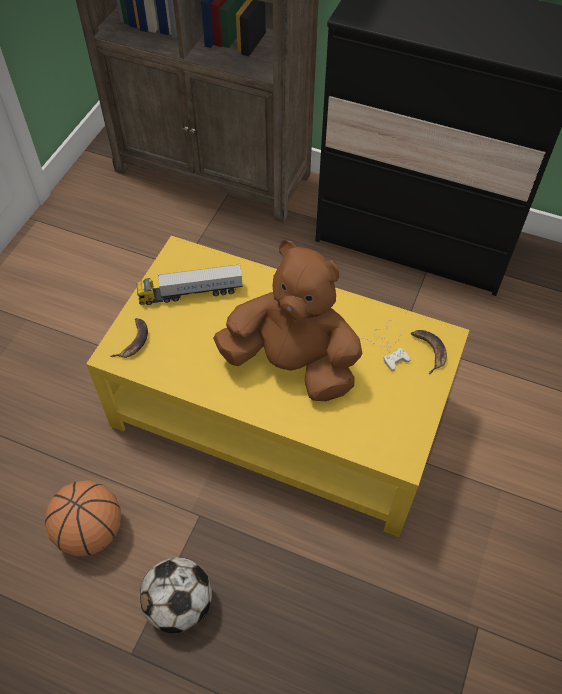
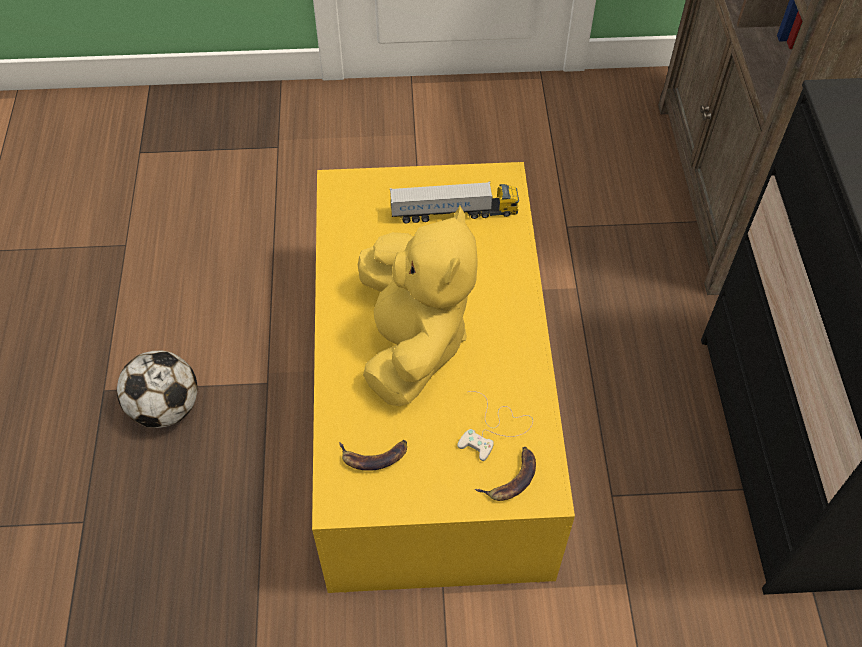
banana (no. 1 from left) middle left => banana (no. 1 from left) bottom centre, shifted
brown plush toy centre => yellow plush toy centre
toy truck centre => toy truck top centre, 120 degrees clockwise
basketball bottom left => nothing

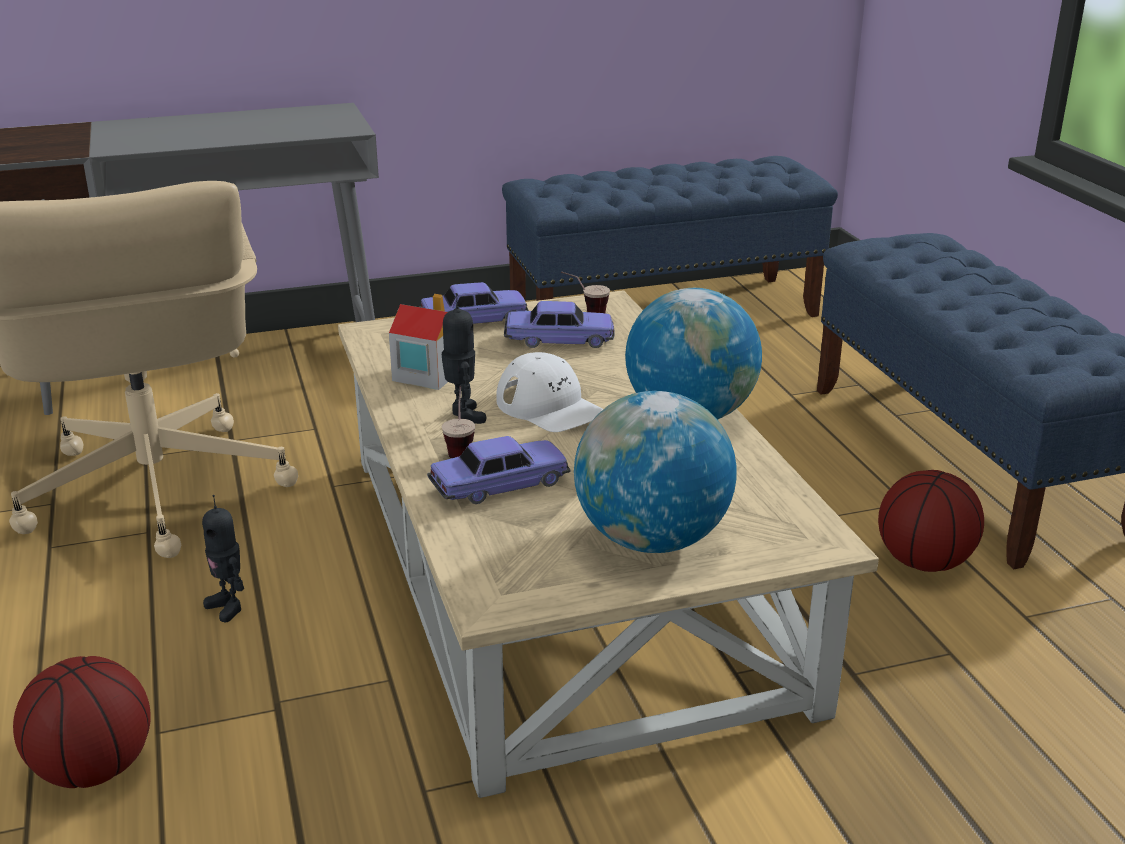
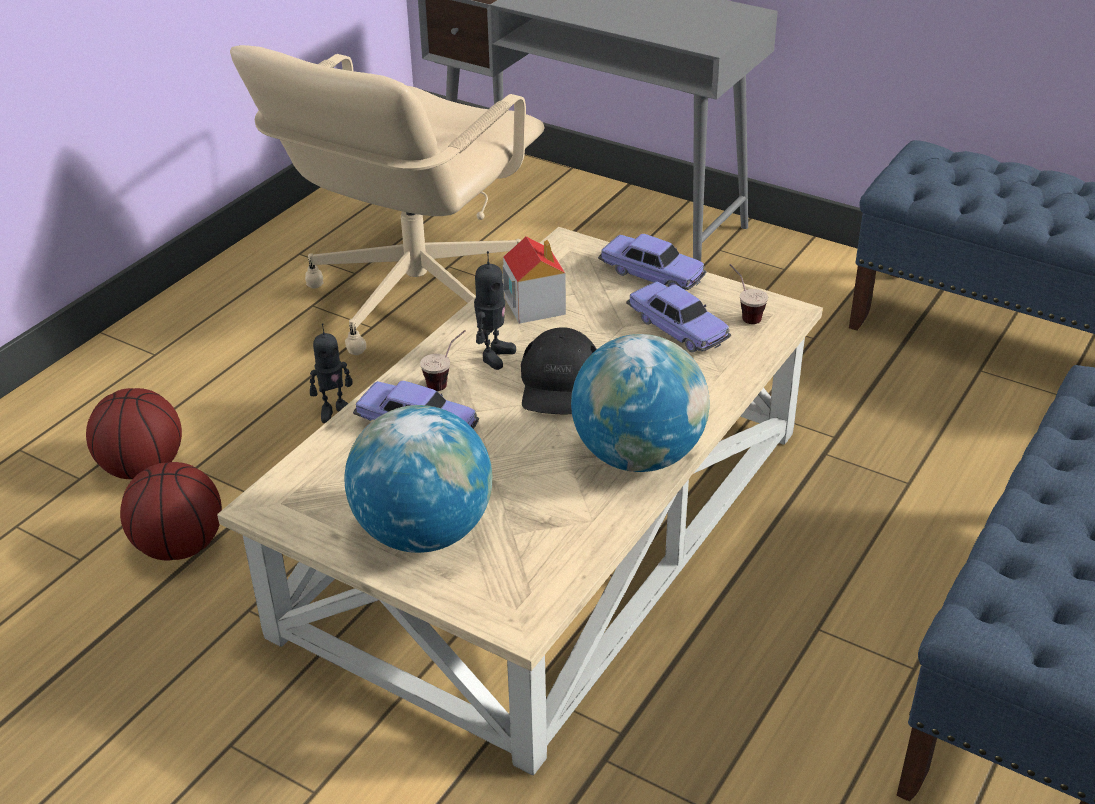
basketball (no. 2 from left) middle right => basketball (no. 2 from left) middle left, shifted
toy robot (no. 1 from left) middle left, 120 degrees counterclockwise
white cap centre => black cap centre

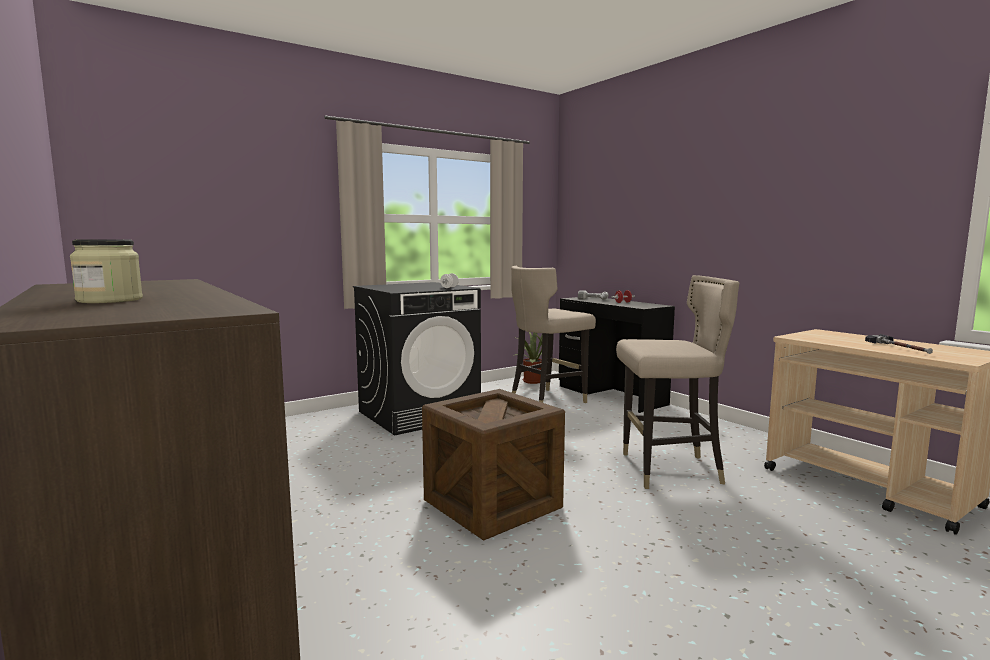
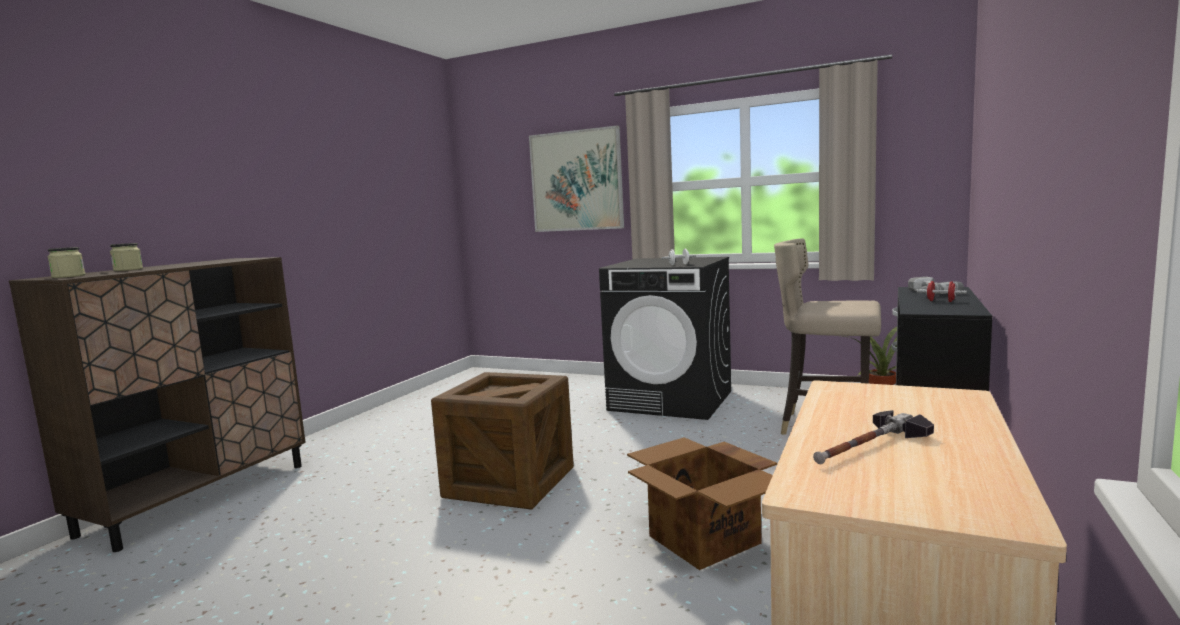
nothing => jar (no. 1 from left) middle left
nothing => picture top centre
beige stool (no. 2 from left) middle right => cardboard box bottom centre

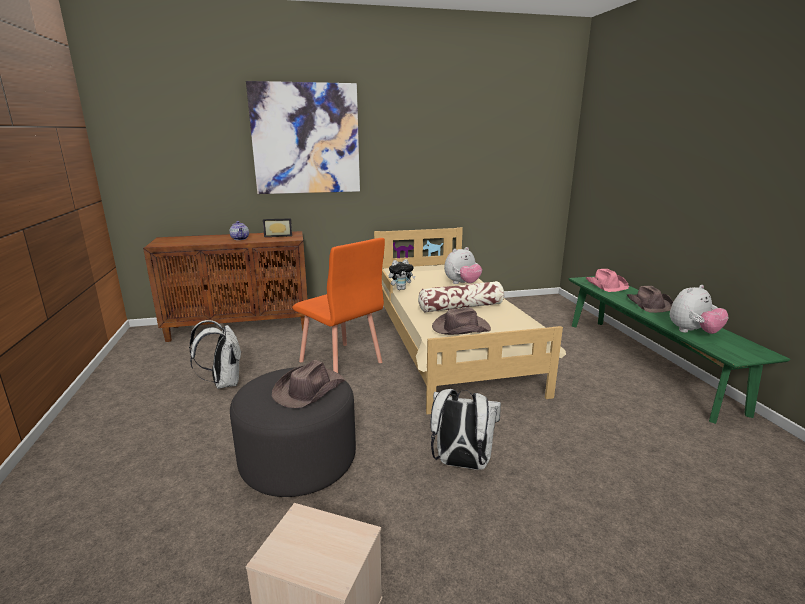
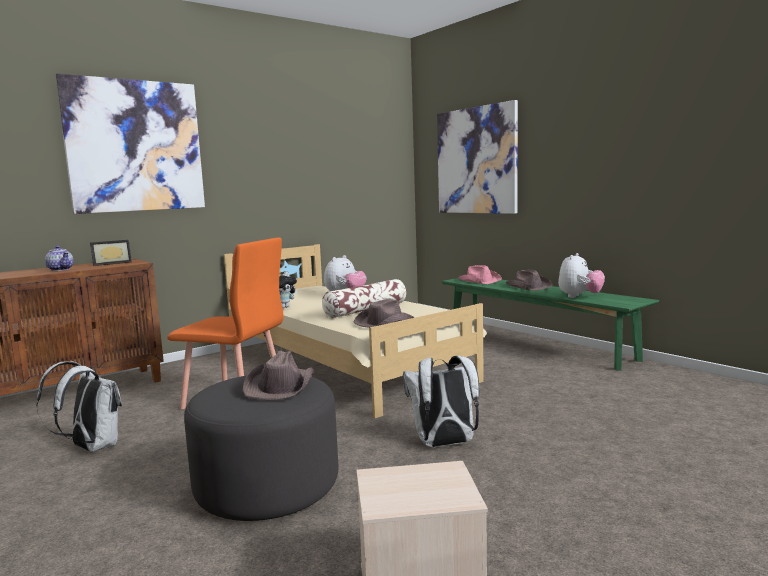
nothing => picture (no. 2 from left) top centre

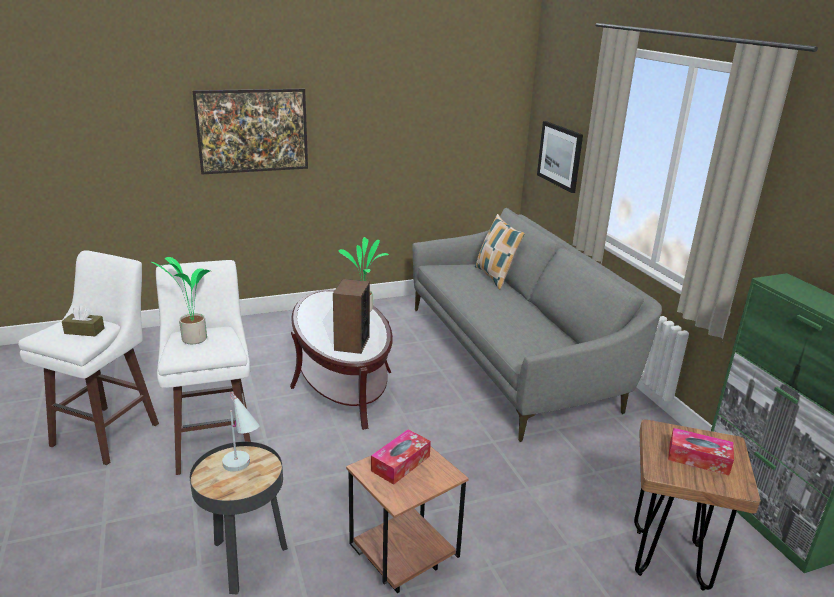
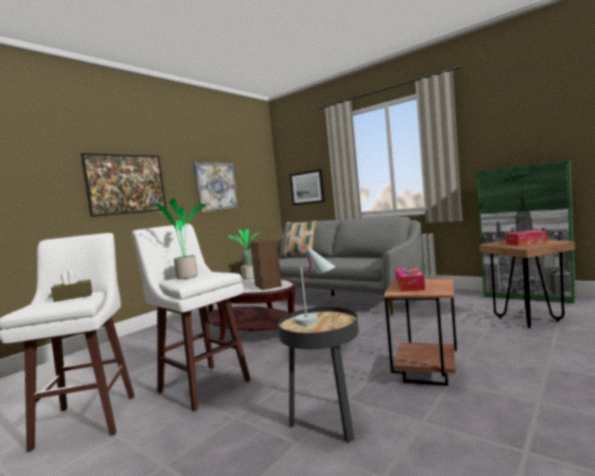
nothing => picture (no. 2 from left) centre

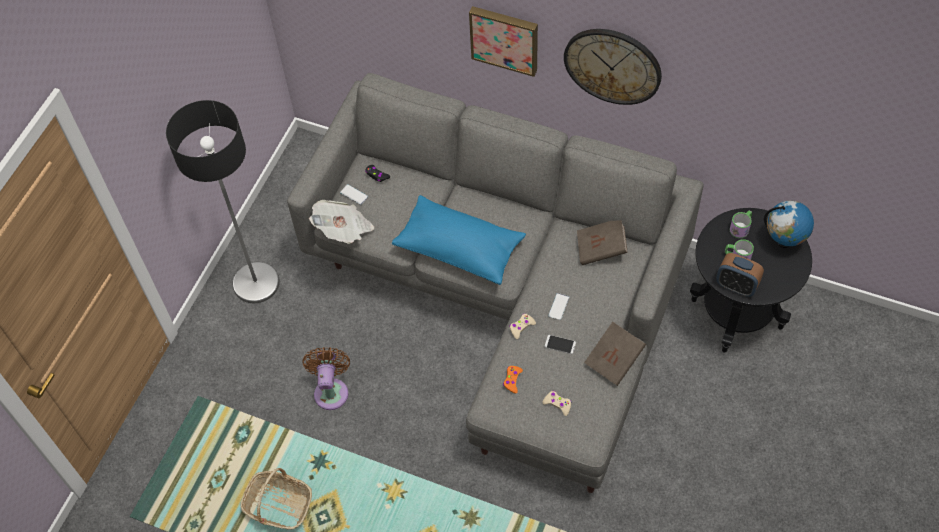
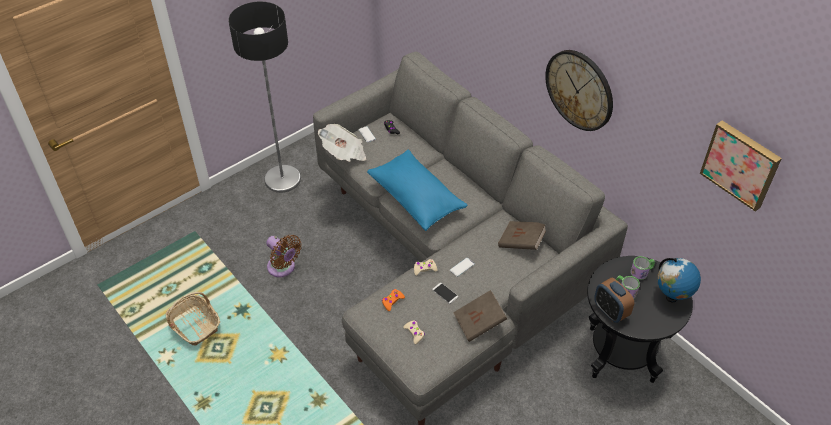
brown fan bottom centre => brown fan centre, 105 degrees clockwise
picture top centre => picture middle right, shifted

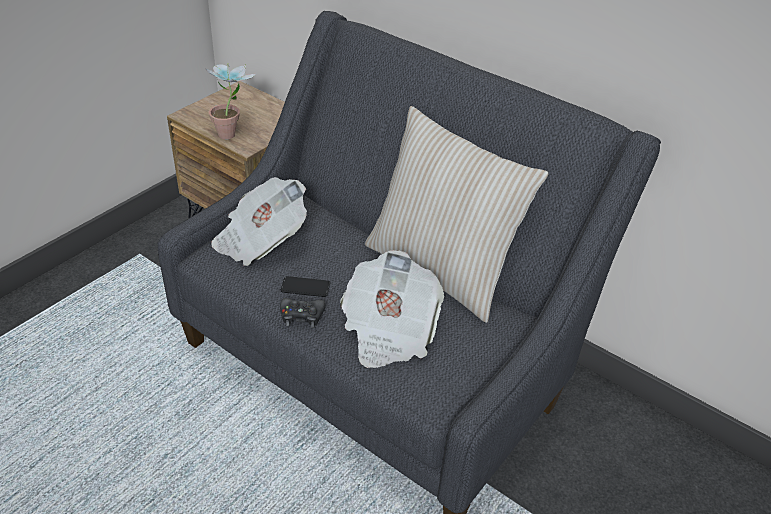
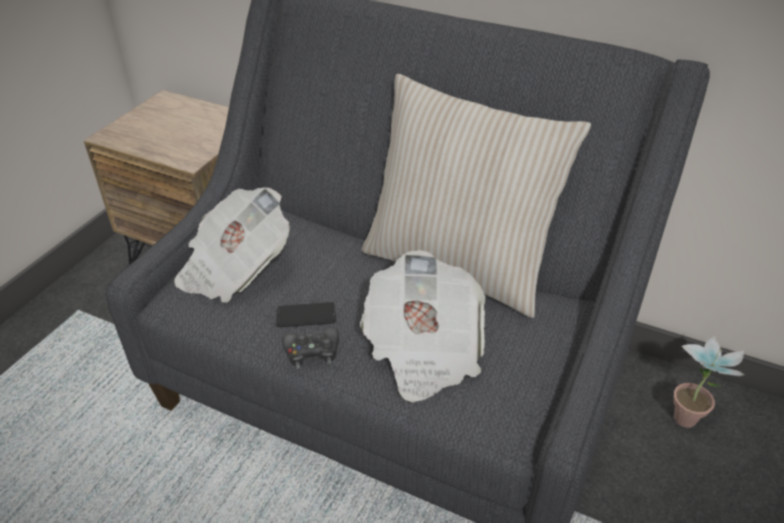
potted plant top left => potted plant bottom right, shifted

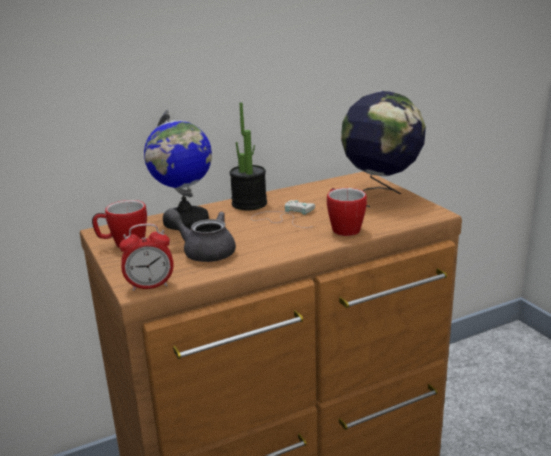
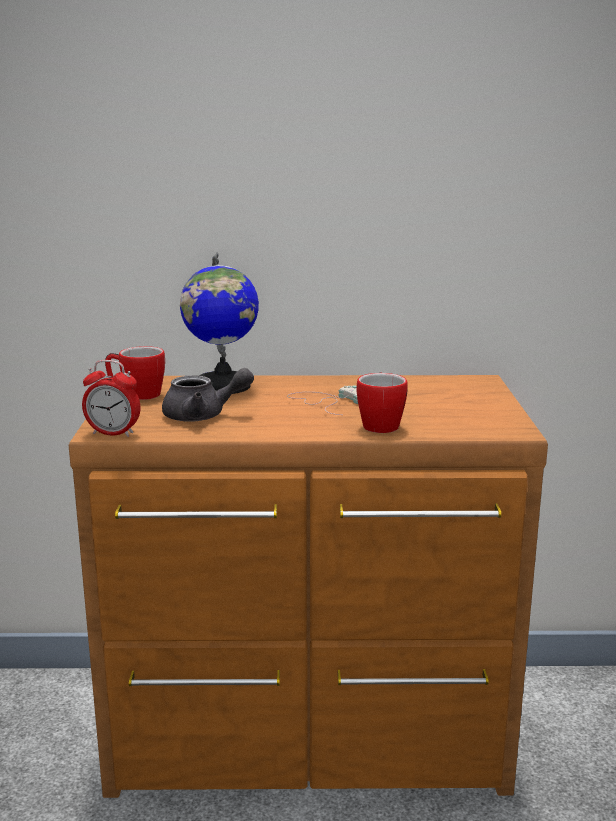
grey teapot centre, 120 degrees clockwise
potted plant centre => nothing
globe (no. 2 from left) top right => nothing

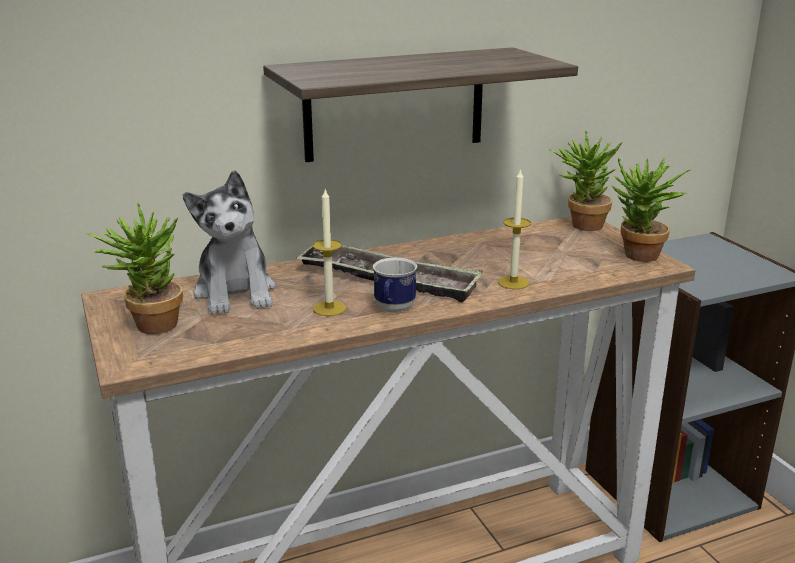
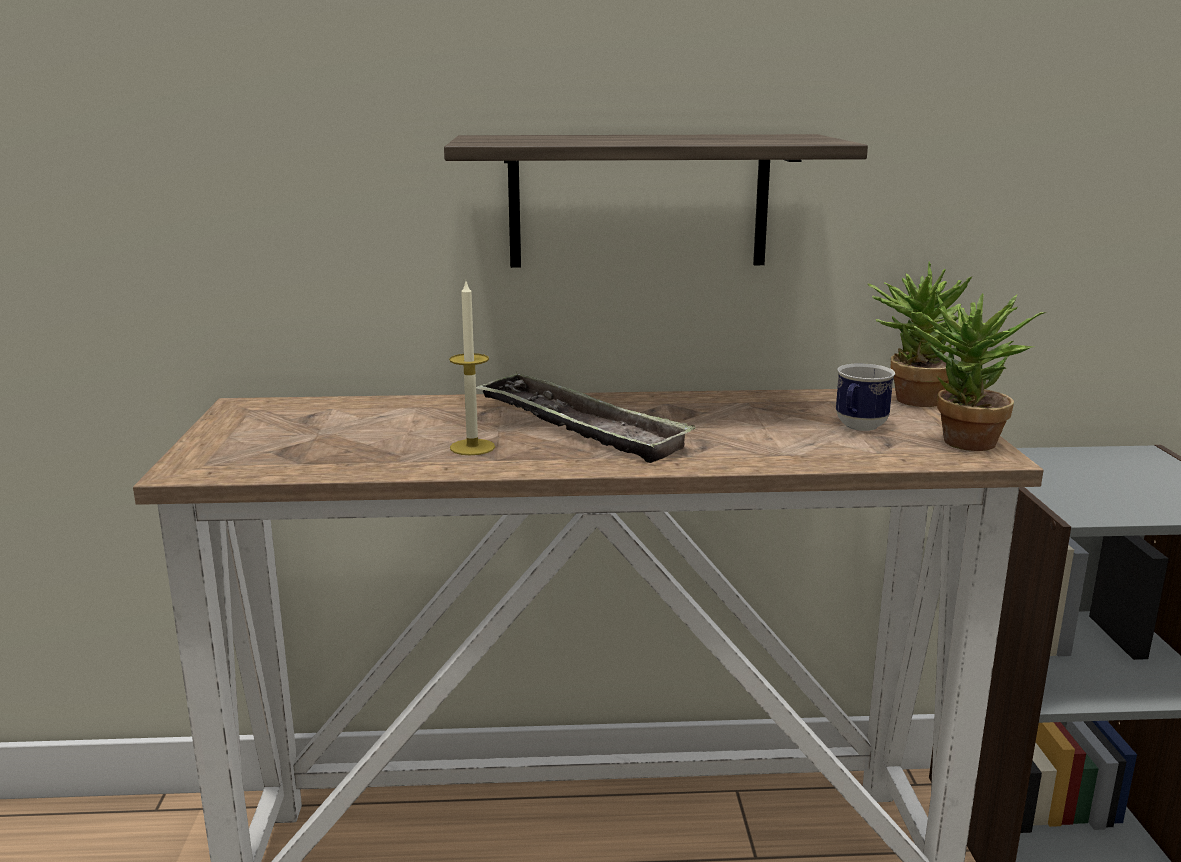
mug centre => mug middle right, shifted
potted plant (no. 1 from left) middle left => nothing
plush toy middle left => nothing
candle (no. 2 from left) centre => nothing

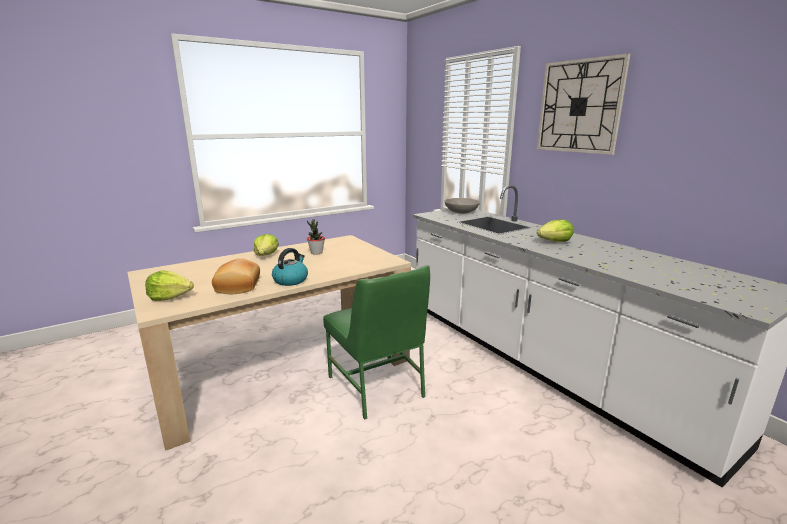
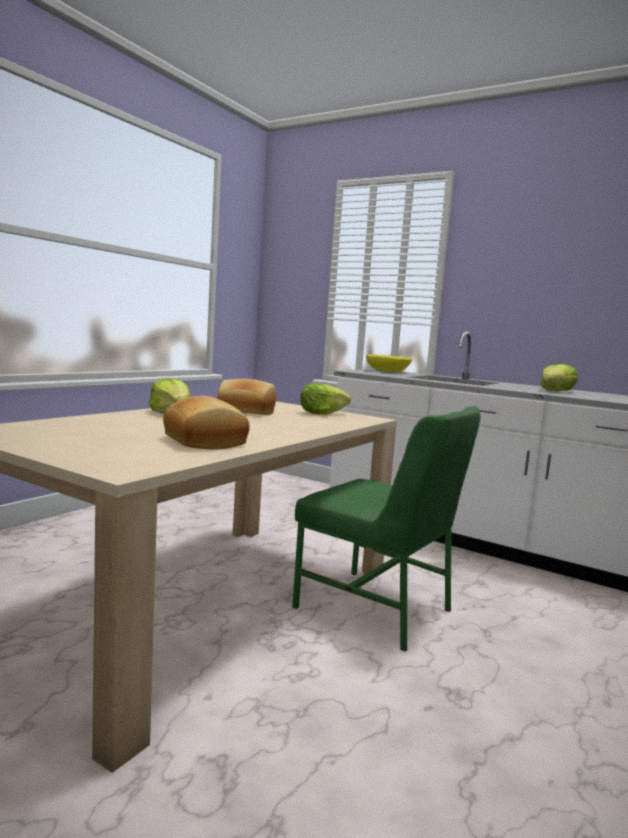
potted plant centre => bread (no. 2 from left) centre
lettuce (no. 1 from left in the first image) middle left => lettuce (no. 2 from left) centre, shifted
grey bowl centre => yellow bowl centre
kettle centre => nothing
wall clock top right => nothing

